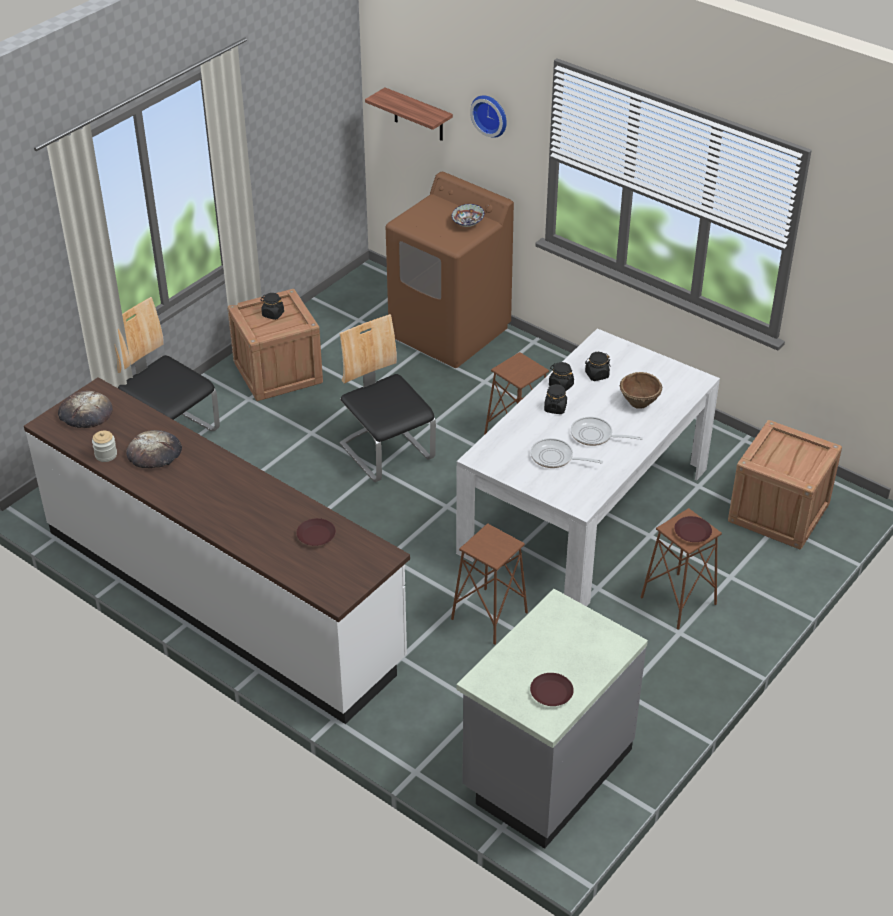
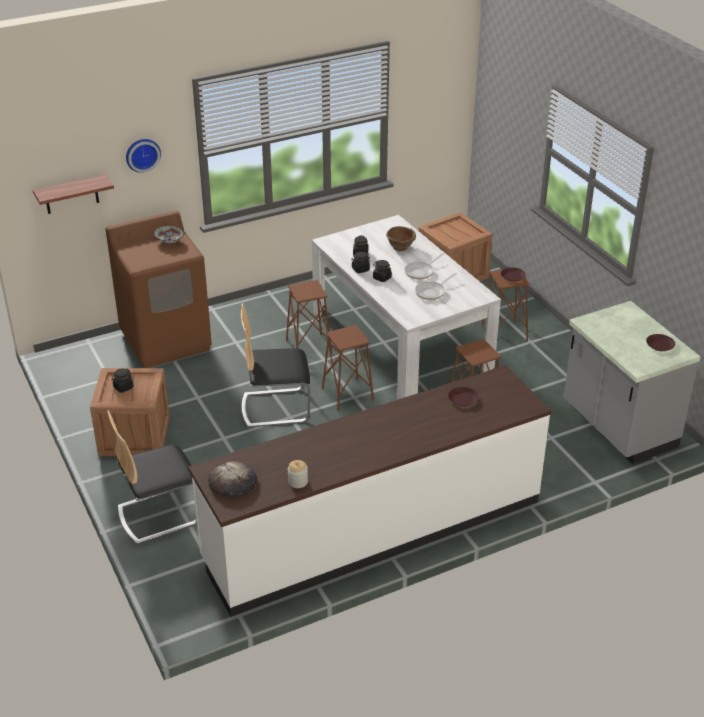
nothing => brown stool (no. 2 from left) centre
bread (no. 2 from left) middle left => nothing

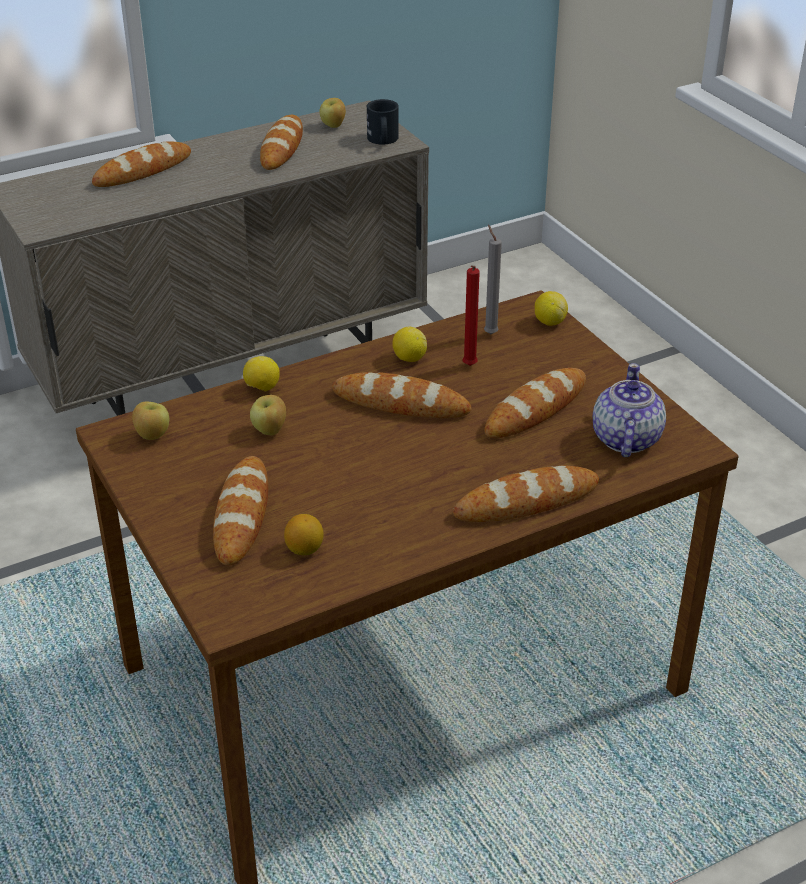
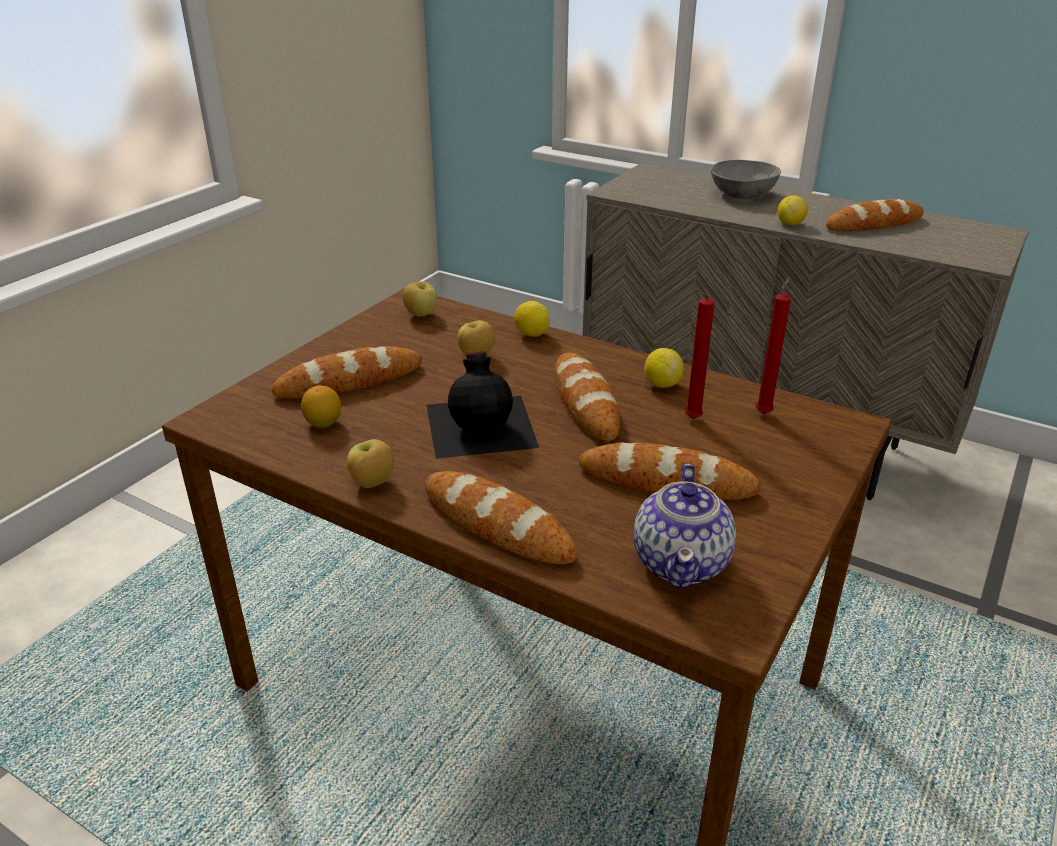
apple (no. 3 from left in the first image) top centre => apple (no. 1 from left) centre, shifted
nothing => black bottle centre
teapot middle right => teapot centre, 120 degrees clockwise
bread (no. 1 from left) top left => grey bowl top right
grey candle top centre => red candle (no. 2 from left) middle right
lemon (no. 4 from left) middle right => lemon (no. 4 from left) top right, shifted
black mug top centre => nothing

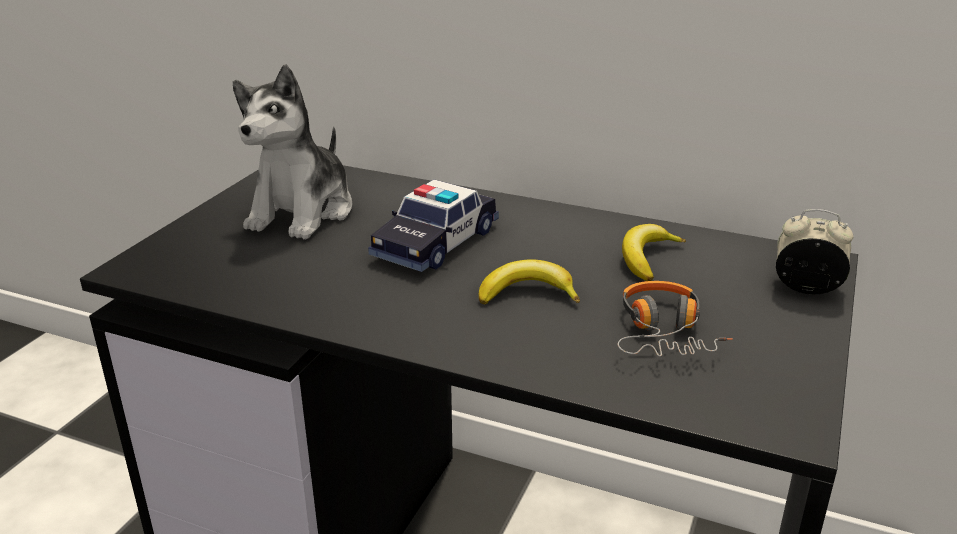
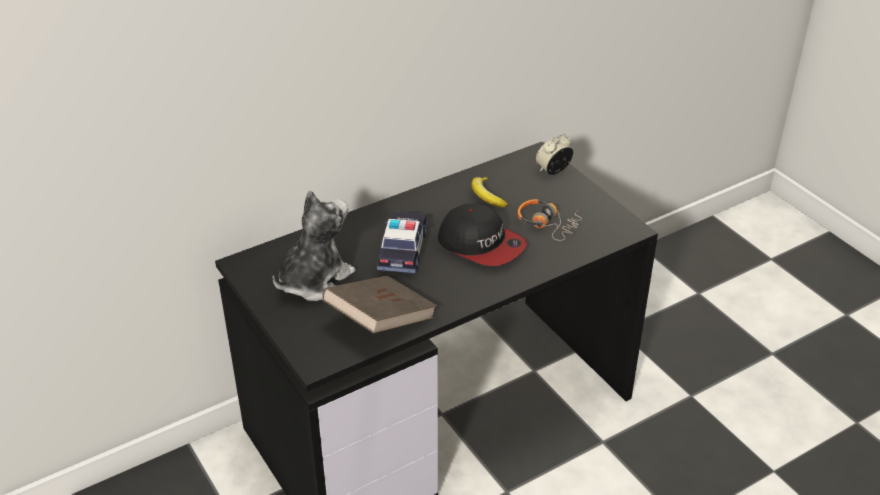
plush toy top left => plush toy centre, 105 degrees counterclockwise
nothing => brown book centre
toy car centre, 150 degrees counterclockwise
banana (no. 1 from left) centre => cap centre

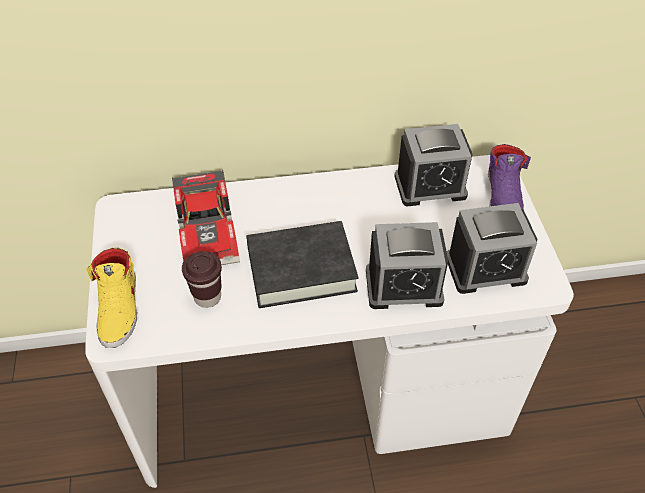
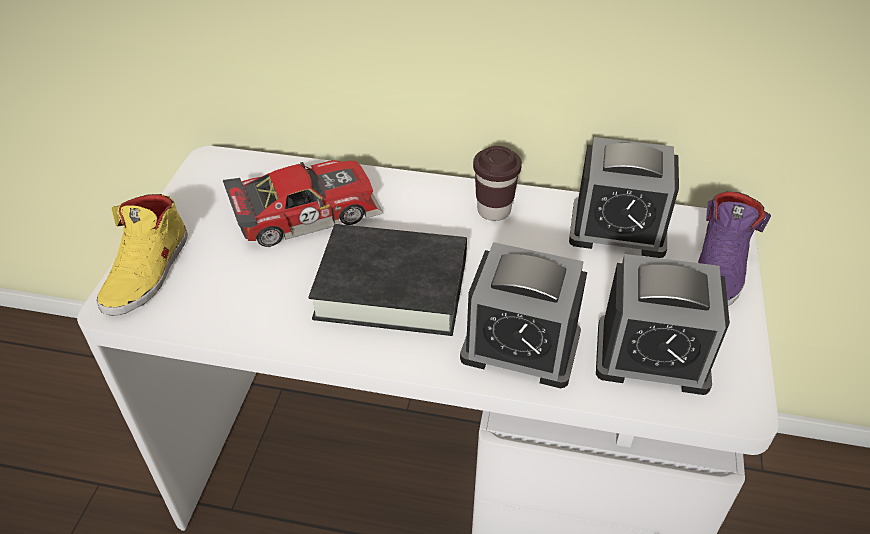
toy car middle left => toy car centre, 120 degrees counterclockwise
brown cup middle left => brown cup centre, shifted

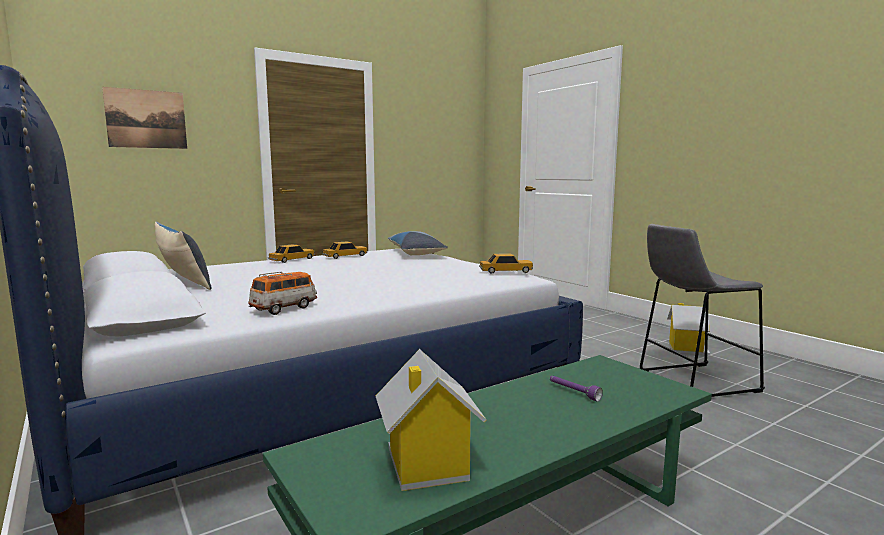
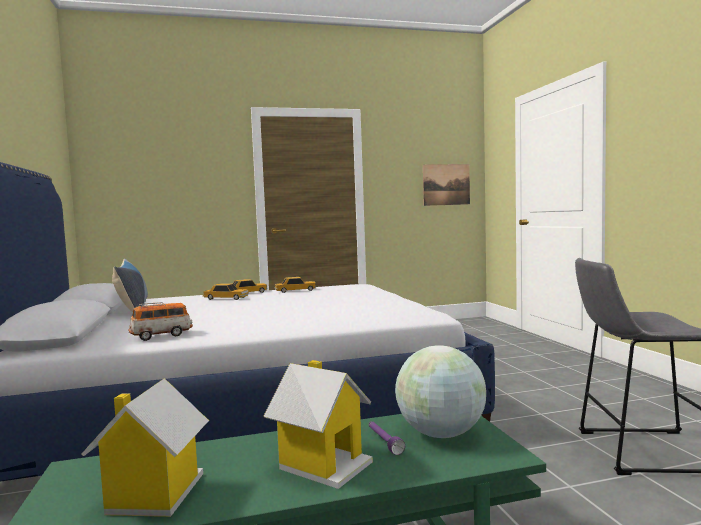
toy car (no. 4 from left in the first image) centre => toy car (no. 2 from left) middle left, shifted
toy house (no. 2 from left) middle right => toy house (no. 2 from left) bottom centre, shifted
nothing => globe bottom centre
picture top left => picture centre, shifted
pillow (no. 2 from left) centre => nothing

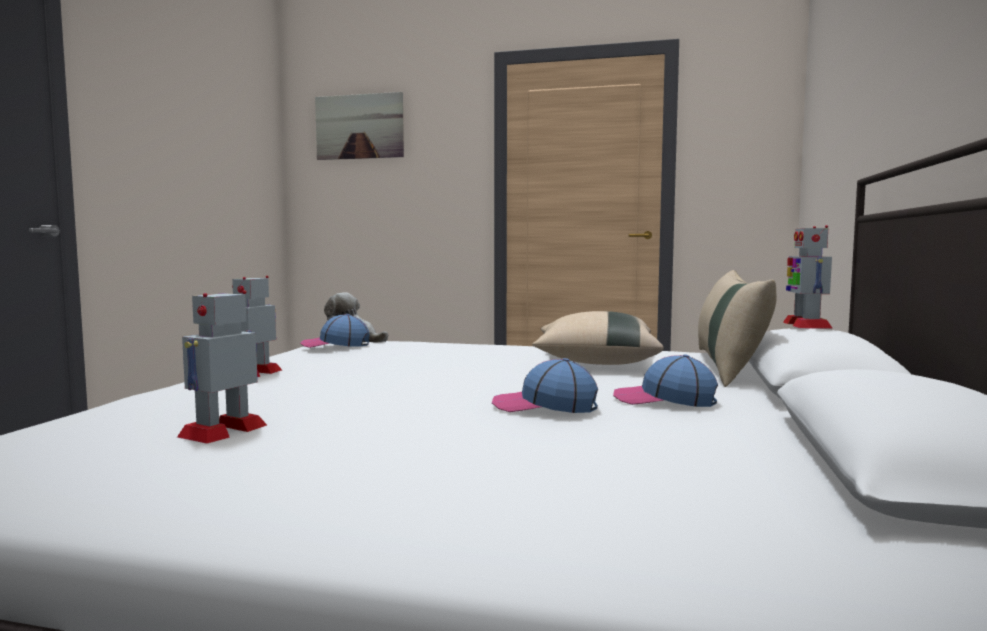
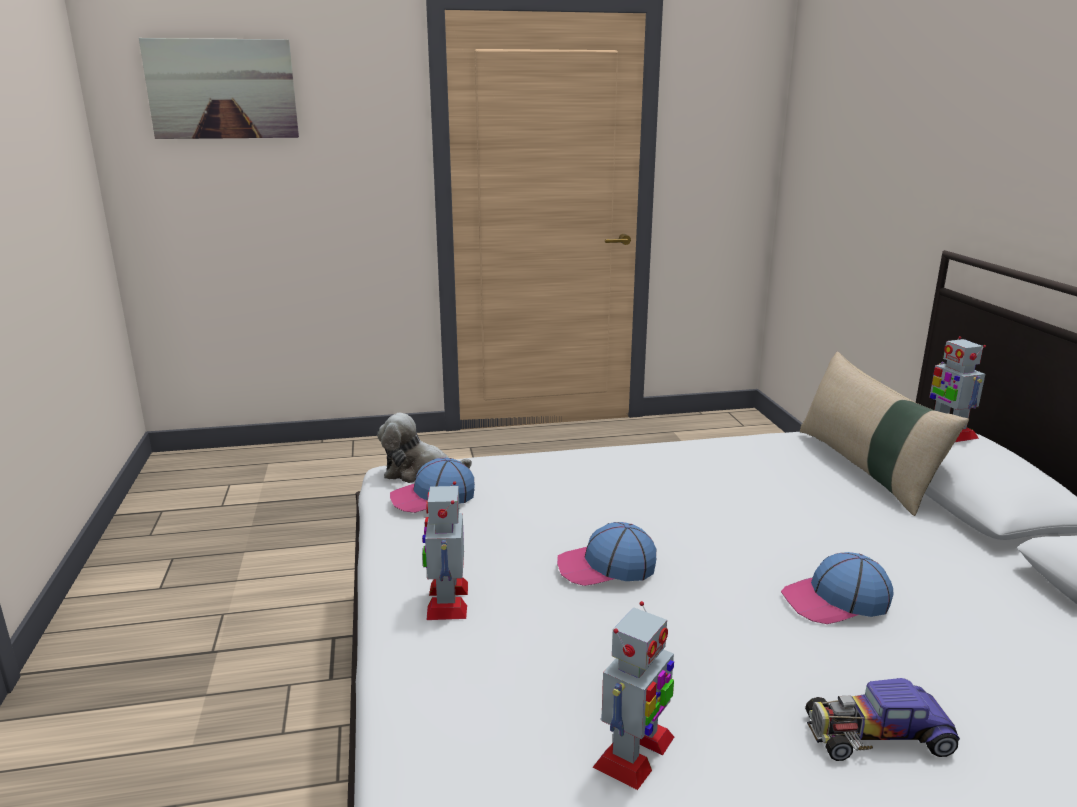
cap (no. 3 from left in the first image) middle right => cap (no. 2 from left) bottom centre, shifted
toy robot (no. 1 from left in the first image) middle left => toy robot (no. 2 from left) bottom centre, 150 degrees counterclockwise
nothing => toy car bottom right
beige pillow (no. 1 from left) centre => nothing

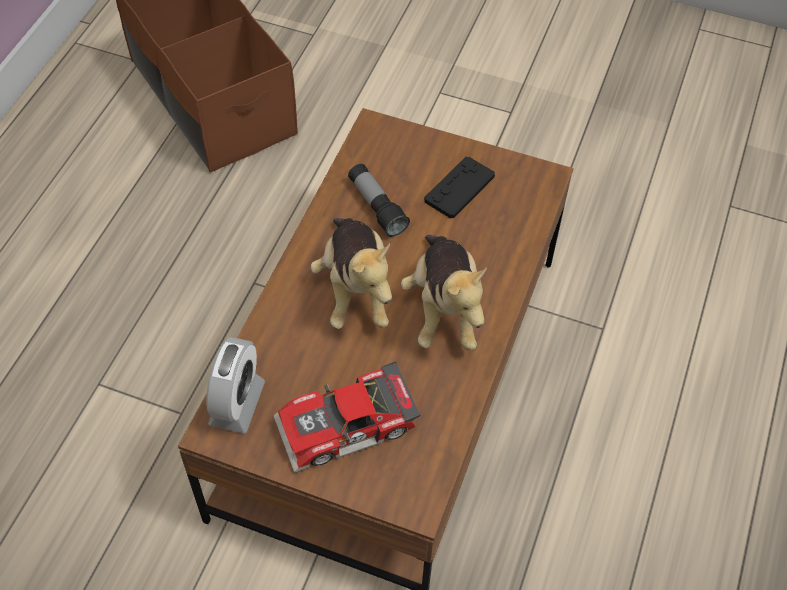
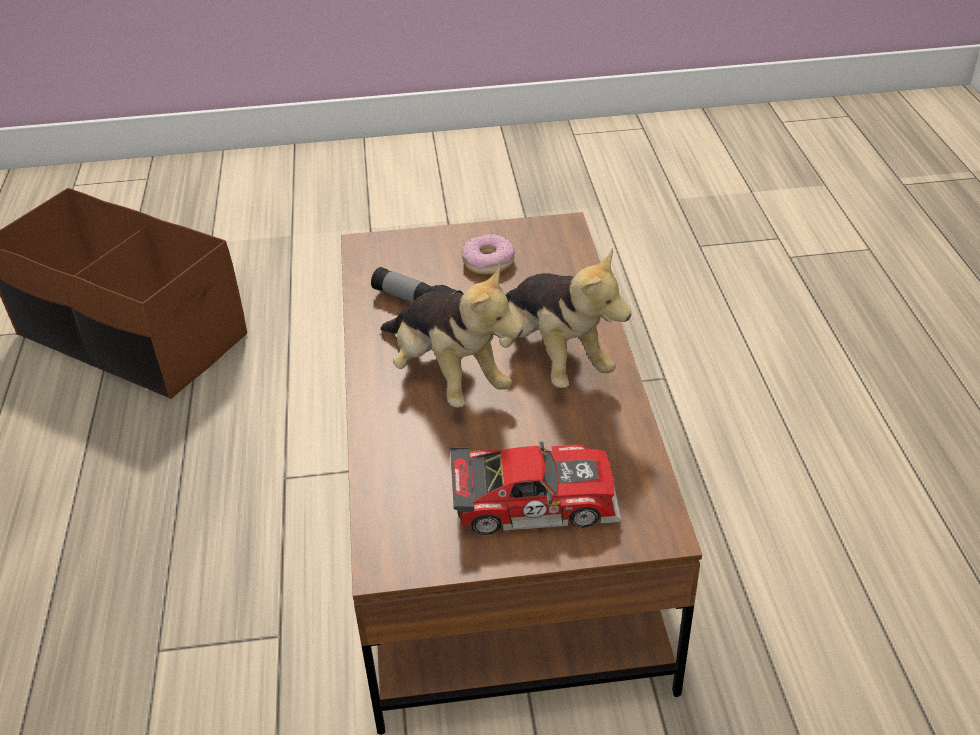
toy car bottom centre => toy car centre, 135 degrees counterclockwise
black game controller top centre => donut centre
alarm clock middle left => nothing

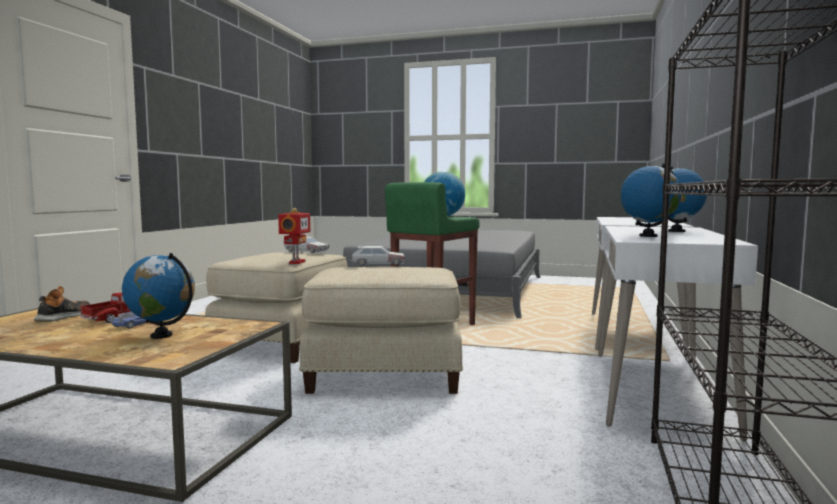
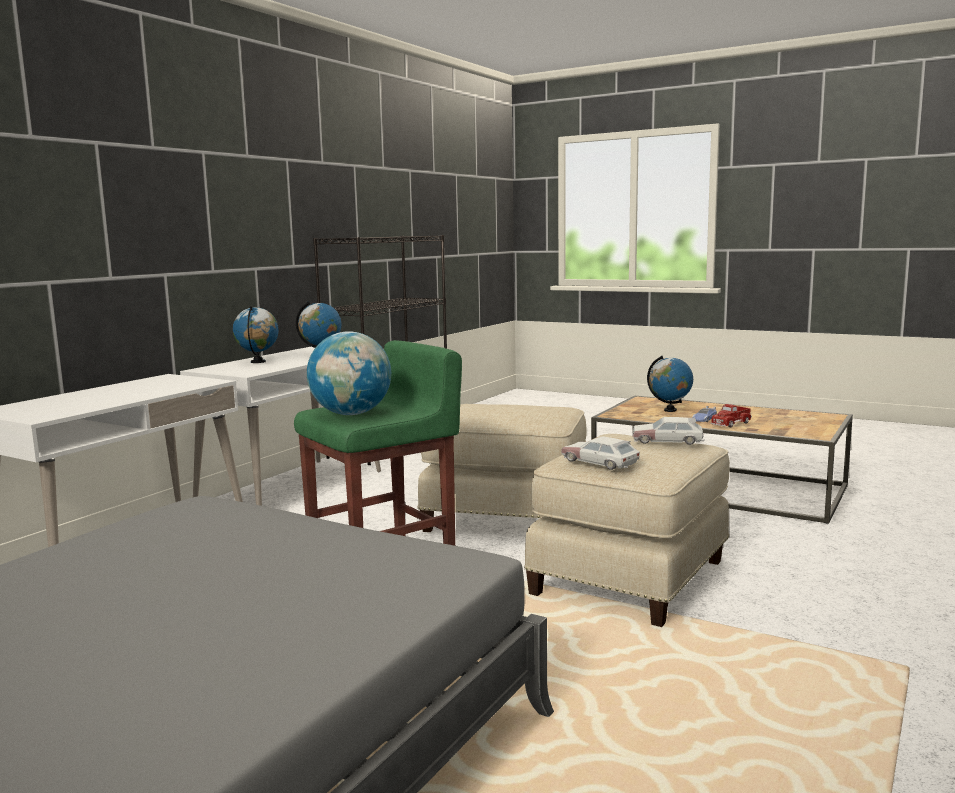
toy car (no. 3 from left in the first image) centre => toy car (no. 2 from left) middle right, shifted
shoe middle left => nothing
toy robot centre => nothing

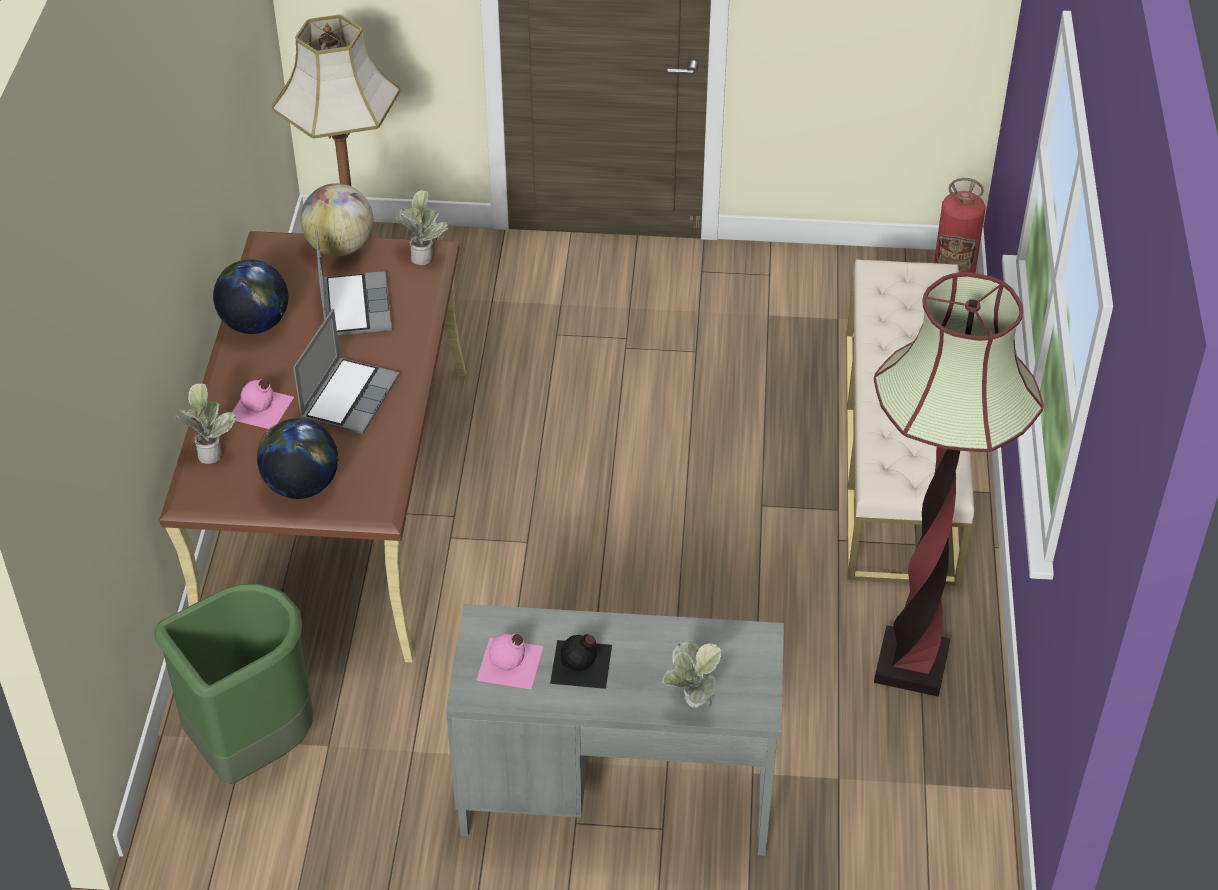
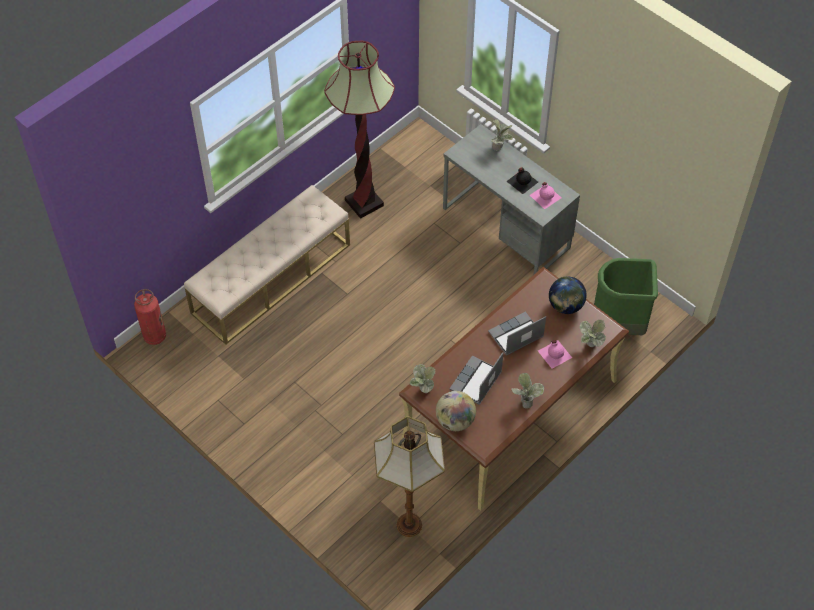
globe (no. 1 from left) top left => potted plant (no. 3 from left) centre

